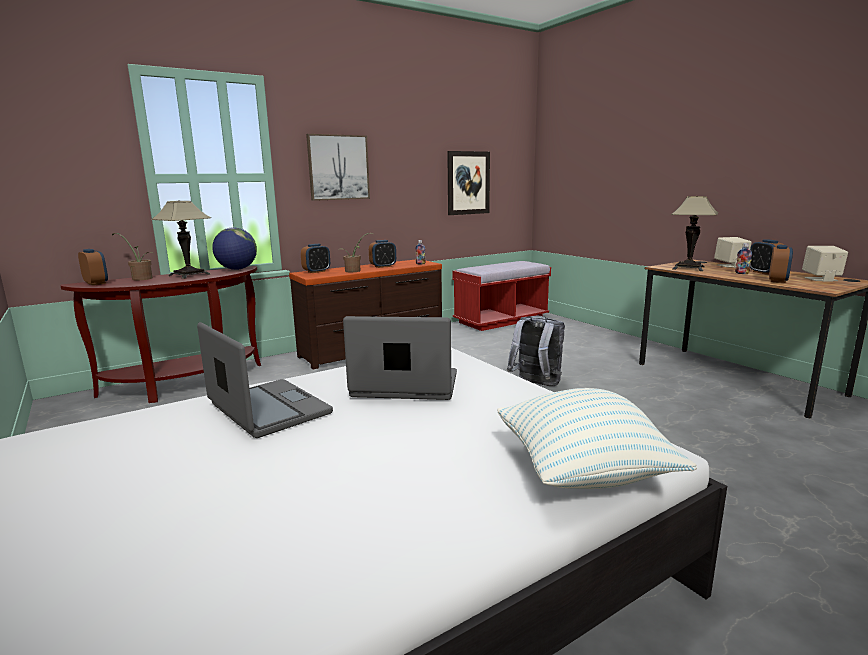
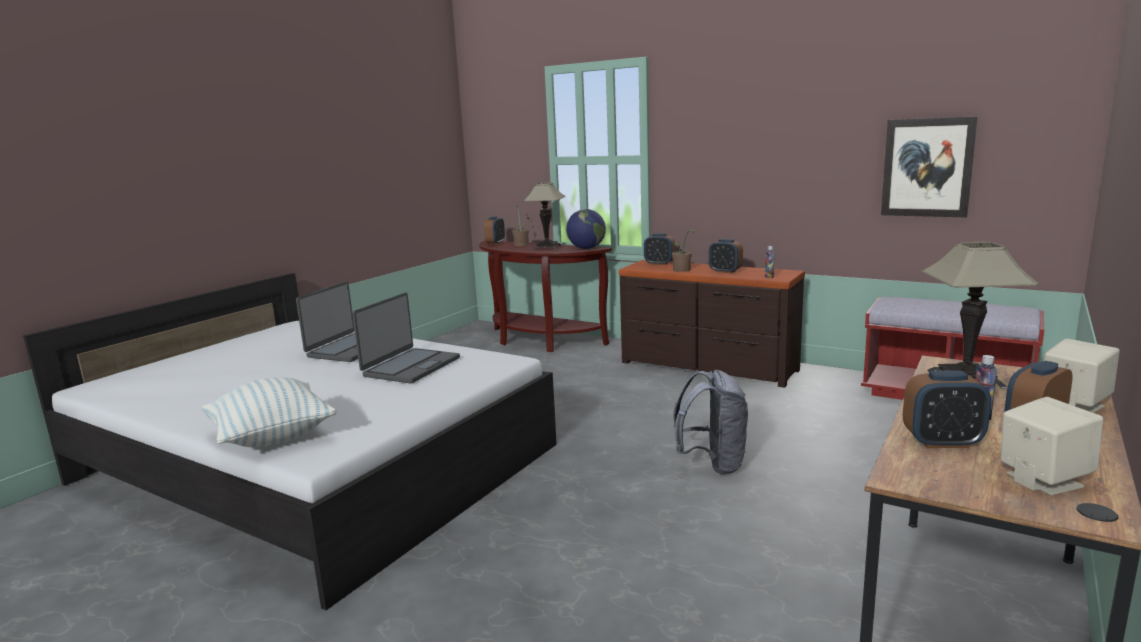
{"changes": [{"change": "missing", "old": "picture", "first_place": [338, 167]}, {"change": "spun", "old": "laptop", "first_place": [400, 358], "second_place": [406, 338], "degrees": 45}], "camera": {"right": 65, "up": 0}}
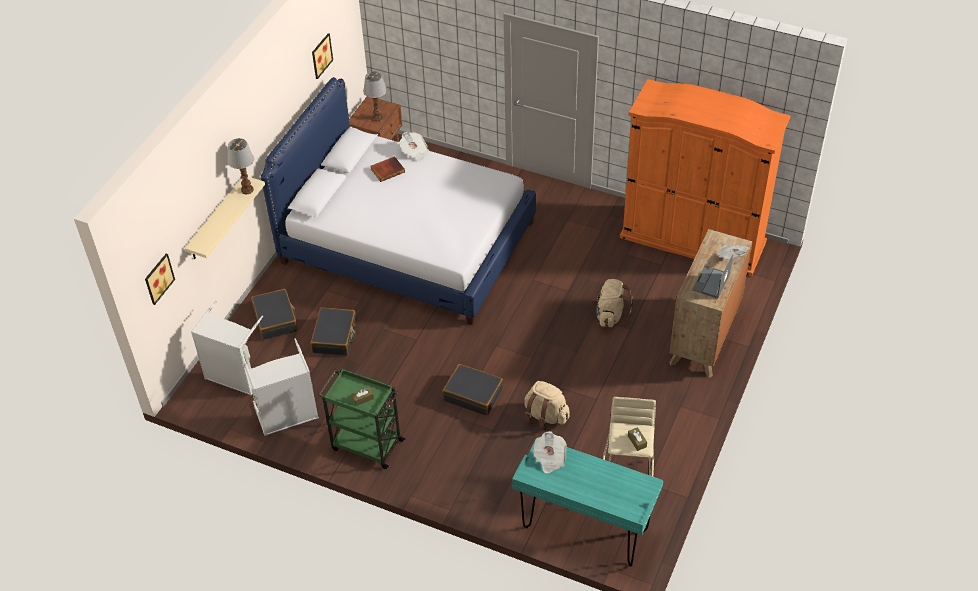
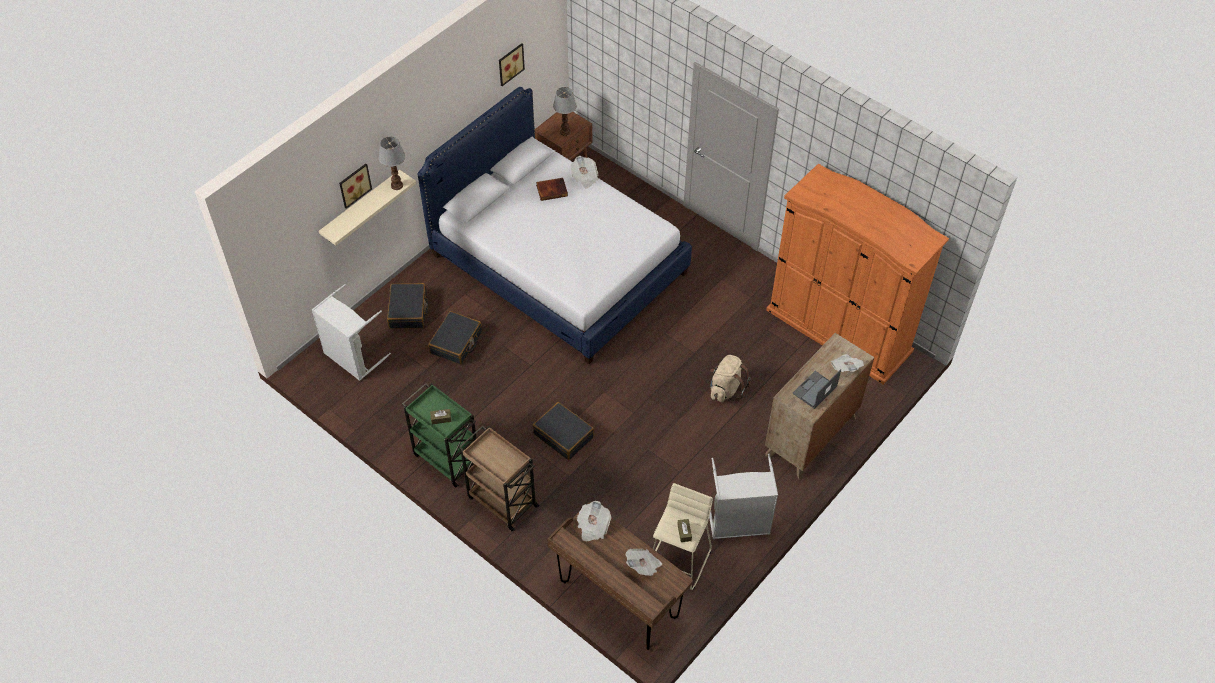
{"changes": [{"change": "relocated", "old": "picture", "first_place": [160, 279], "second_place": [355, 186]}, {"change": "relocated", "old": "washing basket/gray", "first_place": [280, 387], "second_place": [743, 496]}, {"change": "missing", "old": "backpack/sand-coloured", "first_place": [547, 405]}, {"change": "colour", "old": "desk table/turquoise", "new": "desk table/brown", "first_place": [587, 501], "second_place": [620, 576]}, {"change": "appeared", "new": "trolley/brown", "second_place": [499, 478]}, {"change": "appeared", "new": "printed paper", "second_place": [644, 562]}], "camera": {"right": 15, "up": 5}}
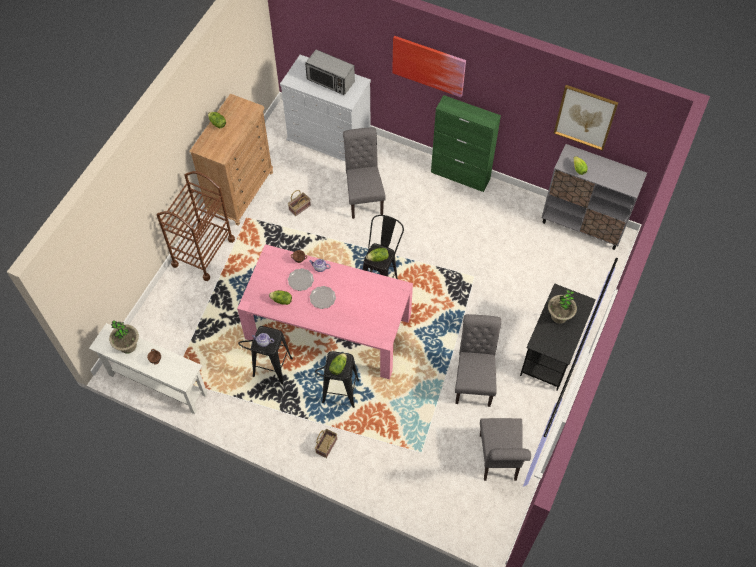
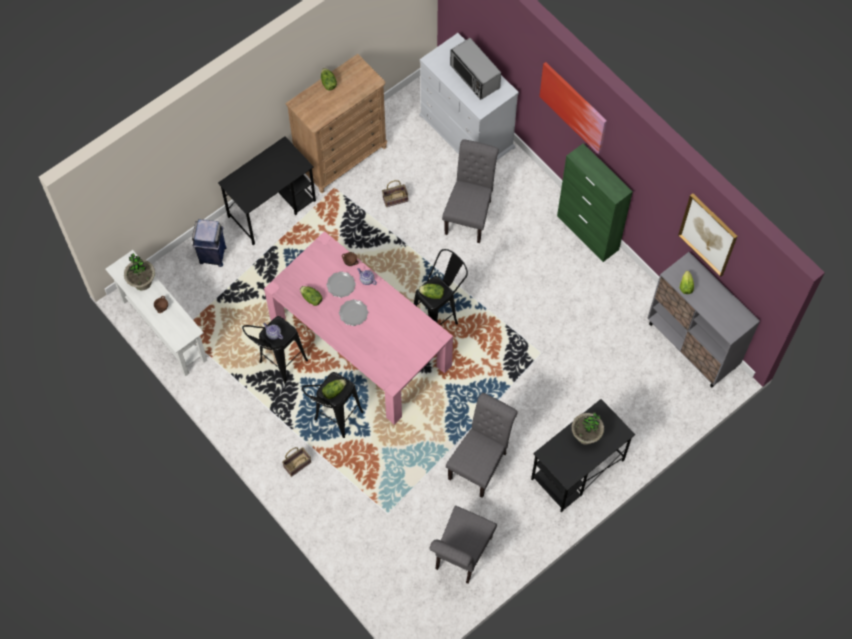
{"changes": [{"change": "exchanged", "old": "trolley/brown", "new": "desk table/black-coloured", "first_place": [196, 226], "second_place": [267, 190]}, {"change": "appeared", "new": "trash can/blue-coloured", "second_place": [209, 243]}], "camera": {"right": 25, "up": 5}}
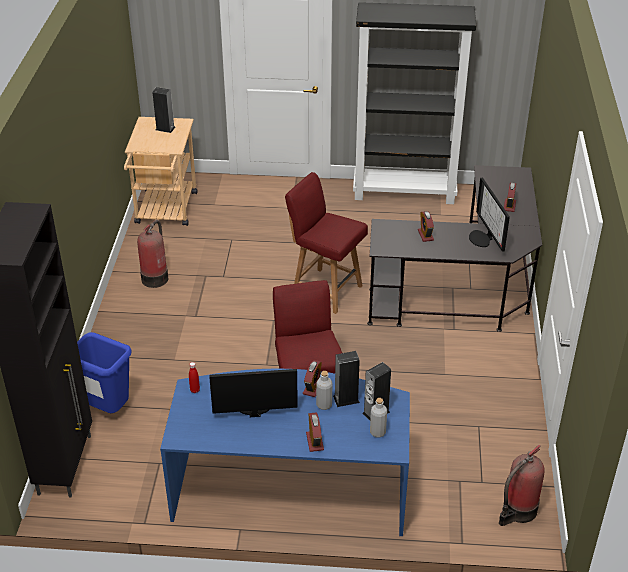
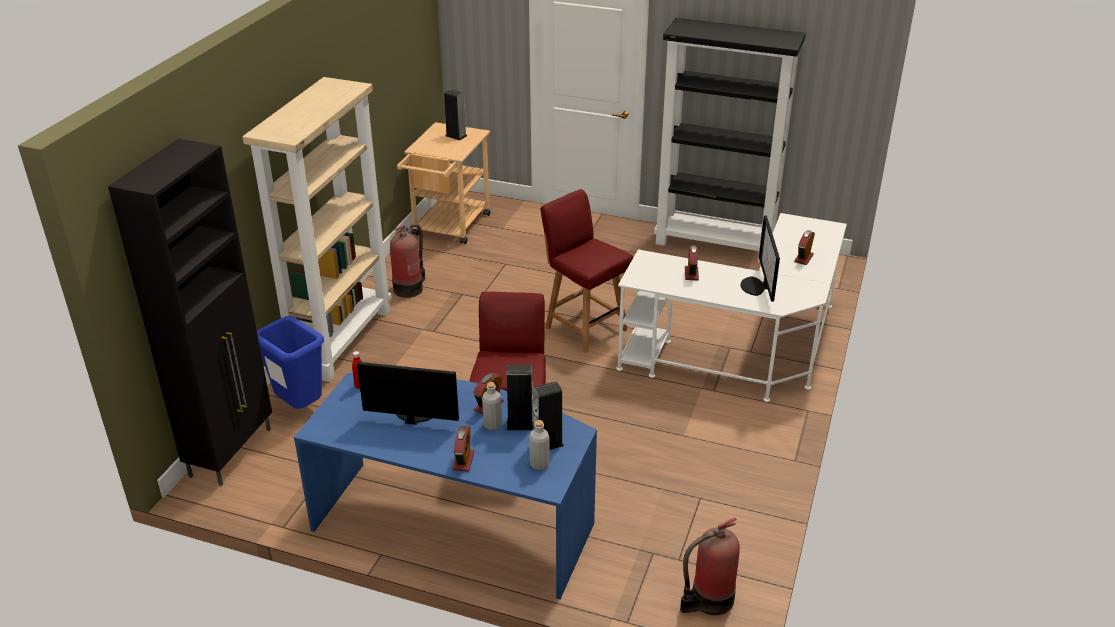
{"changes": [{"change": "colour", "old": "desk table/black-coloured", "new": "desk table/white-coloured", "first_place": [454, 248], "second_place": [731, 307]}, {"change": "appeared", "new": "bookcase/sand-coloured", "second_place": [317, 229]}], "camera": {"right": 15, "up": -5}}
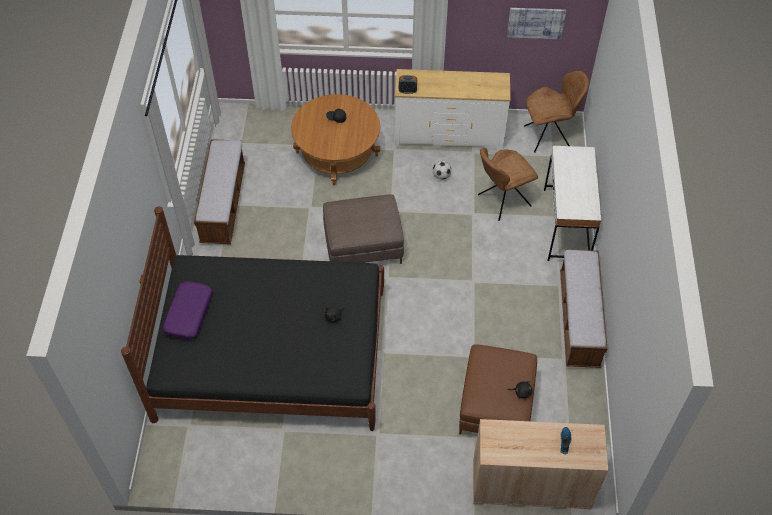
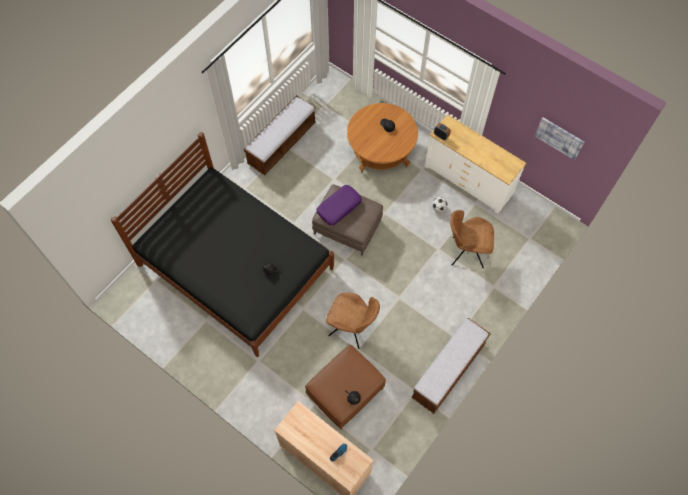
{"changes": [{"change": "relocated", "old": "upright chair/brown", "first_place": [556, 112], "second_place": [353, 321]}, {"change": "missing", "old": "desk table/white-coloured", "first_place": [572, 203]}, {"change": "relocated", "old": "throw pillow/purplish", "first_place": [188, 310], "second_place": [339, 205]}], "camera": {"right": 35, "up": 10}}
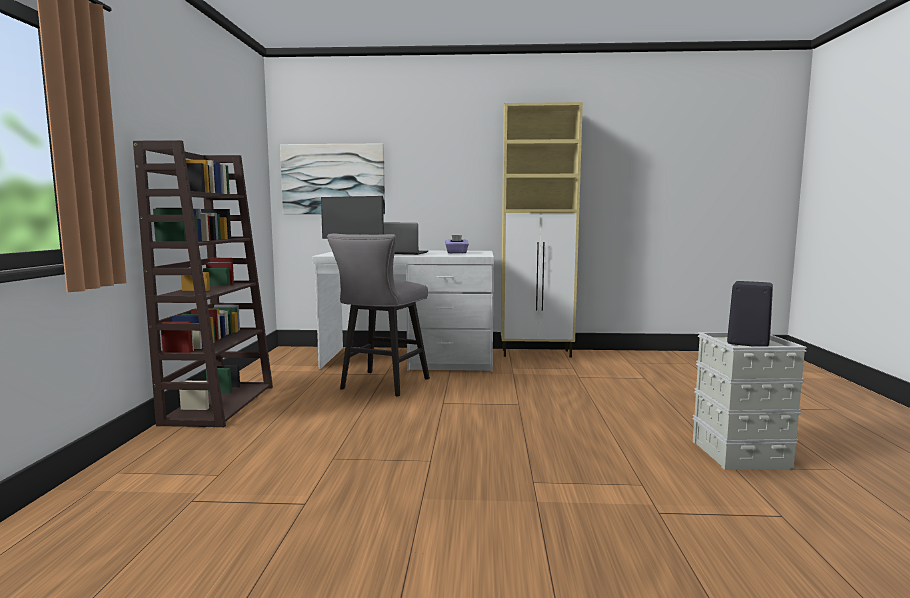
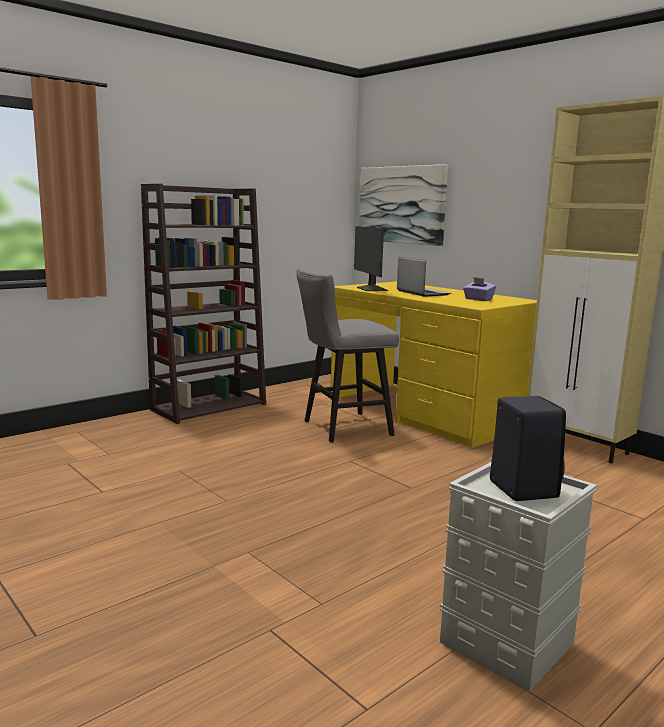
{"changes": [{"change": "colour", "old": "desk table/white-coloured", "new": "desk table/yellow-coloured", "first_place": [403, 311], "second_place": [434, 365]}], "camera": {"right": 45, "up": 5}}
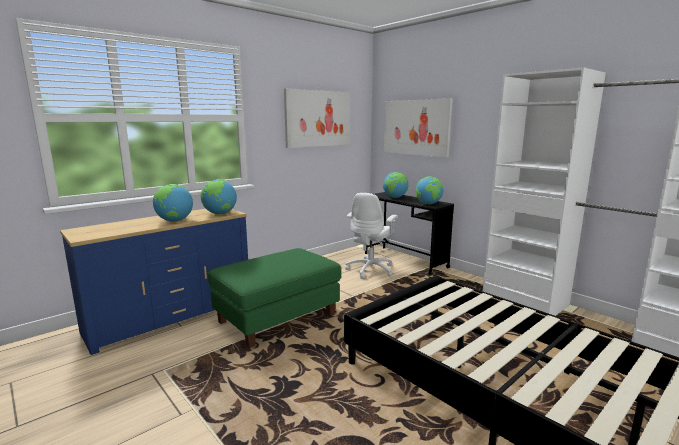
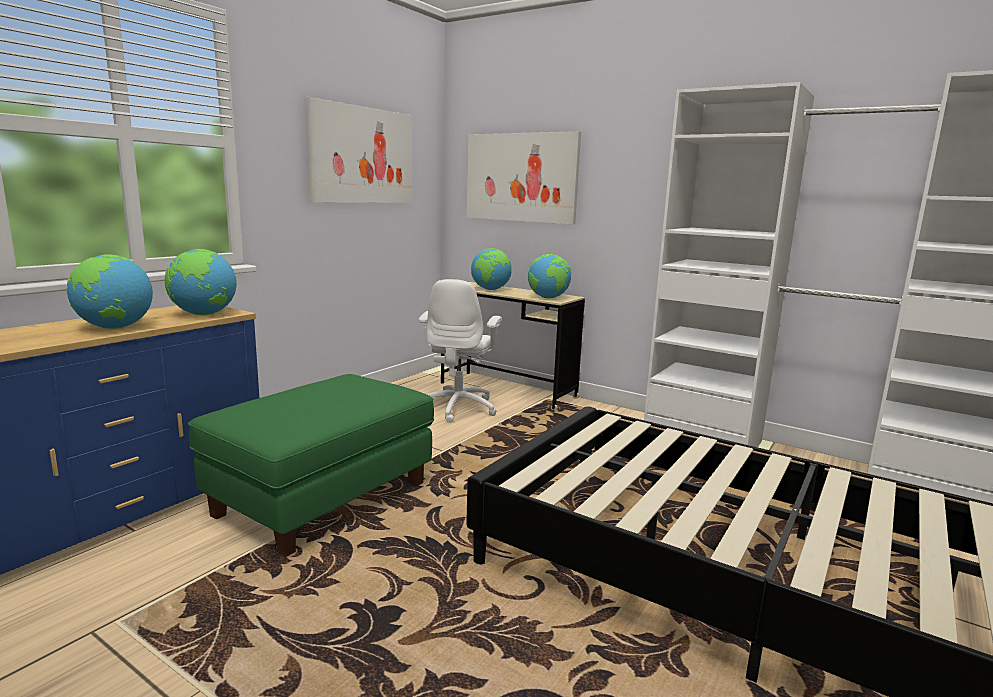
{"changes": [{"change": "colour", "old": "desk table/black-coloured", "new": "desk table/sand-coloured", "first_place": [409, 233], "second_place": [513, 346]}], "camera": {"right": -15, "up": 0}}
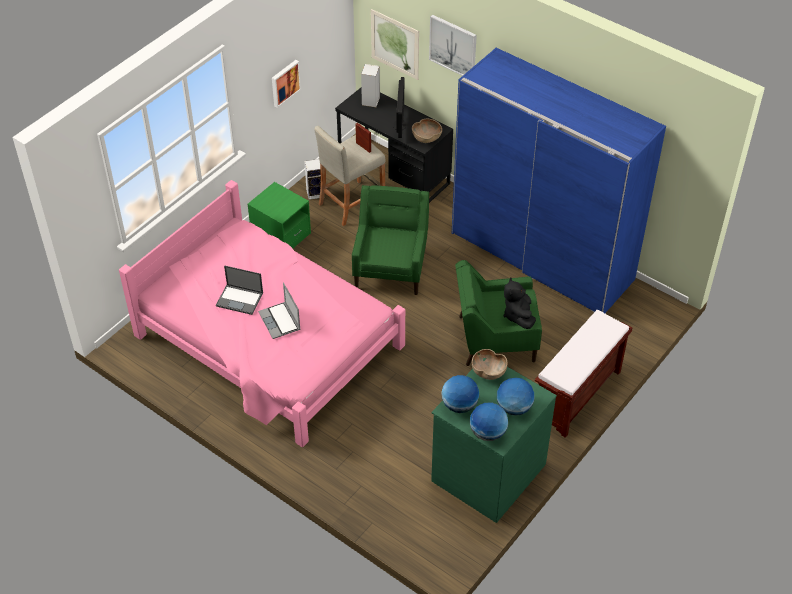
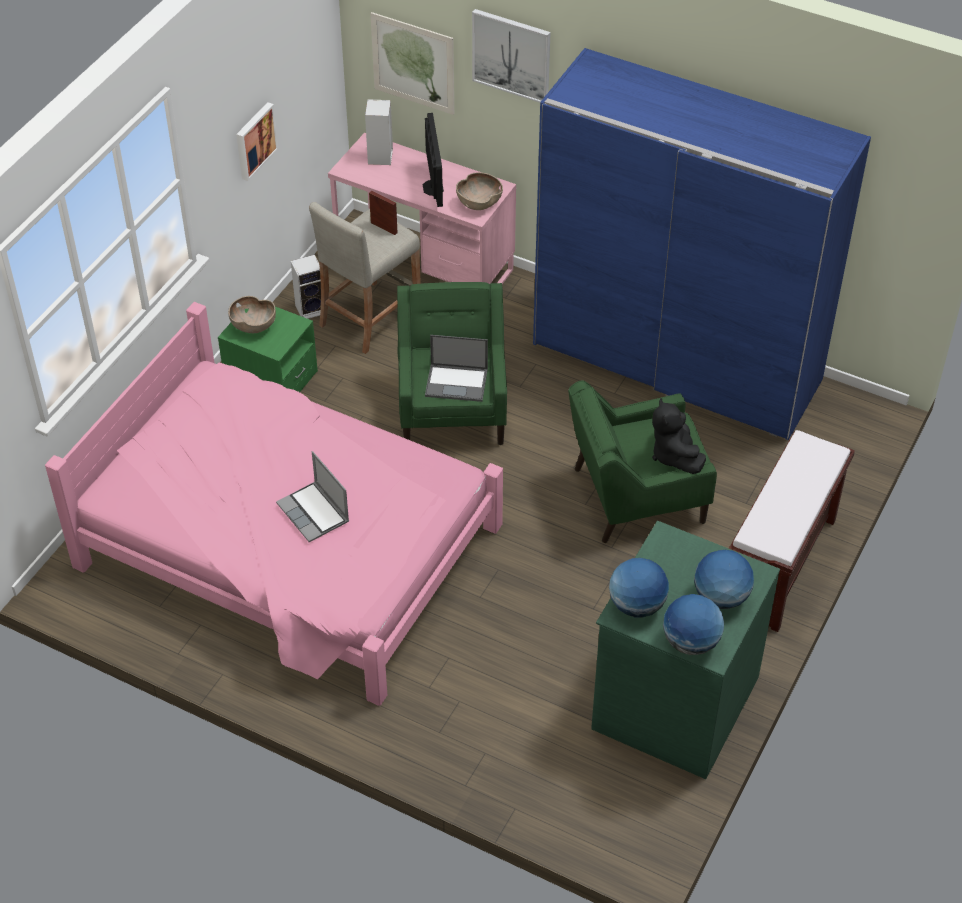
{"changes": [{"change": "colour", "old": "desk table/black-coloured", "new": "desk table/pink", "first_place": [394, 145], "second_place": [422, 208]}, {"change": "relocated", "old": "laptop", "first_place": [239, 290], "second_place": [456, 368]}, {"change": "relocated", "old": "serving bowl/brown", "first_place": [490, 364], "second_place": [252, 314]}], "camera": {"right": -10, "up": 0}}
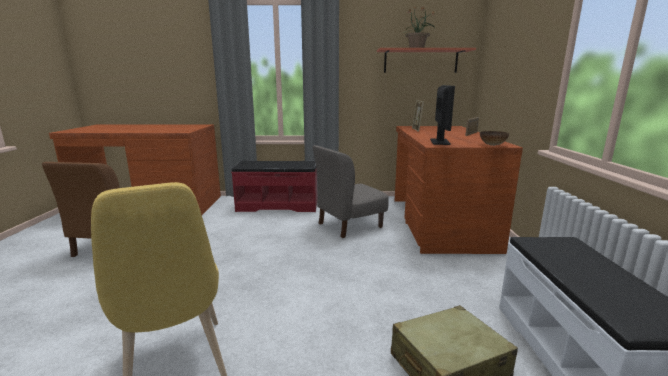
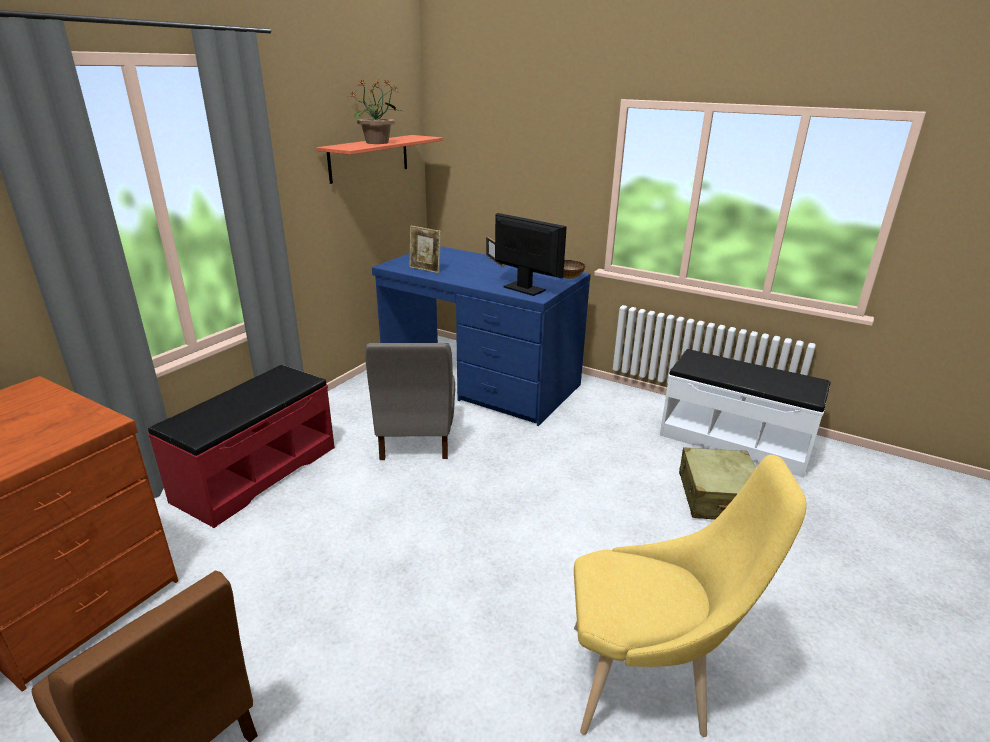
{"changes": [{"change": "colour", "old": "desk table/brown", "new": "desk table/blue-coloured", "first_place": [459, 190], "second_place": [481, 336]}], "camera": {"right": -60, "up": 10}}
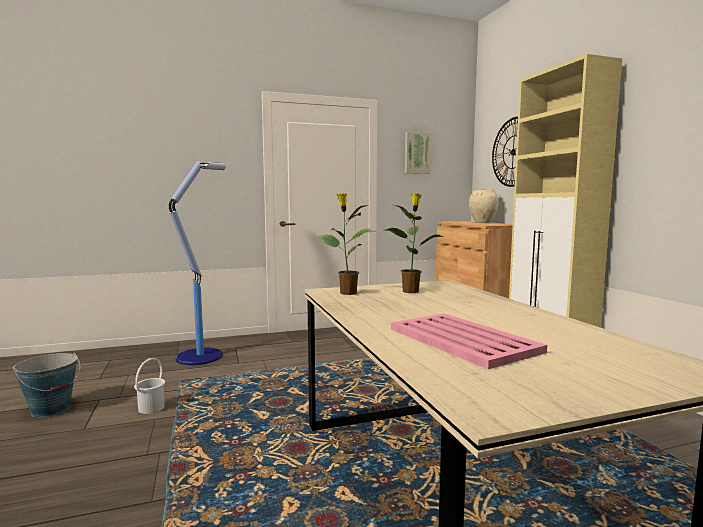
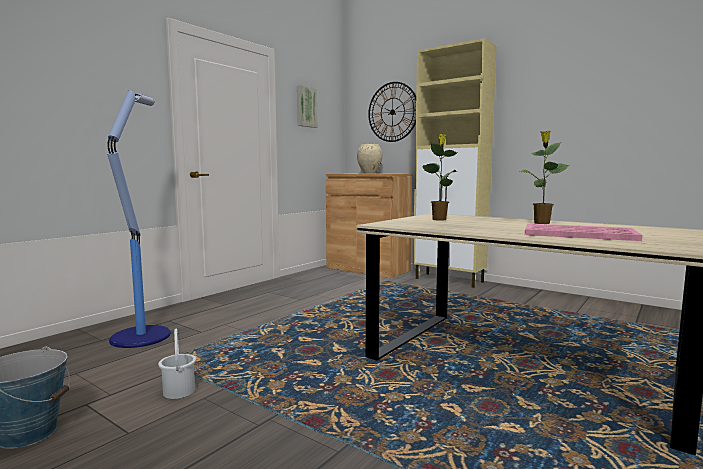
{"changes": [{"change": "relocated", "old": "potted plant", "first_place": [346, 244], "second_place": [544, 177]}], "camera": {"right": -35, "up": 0}}
